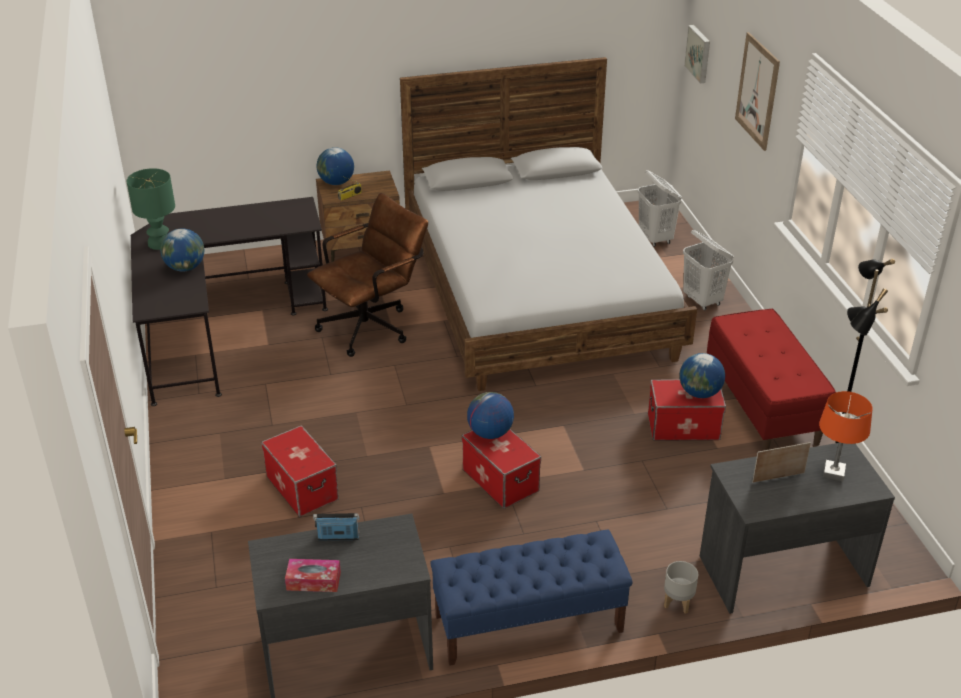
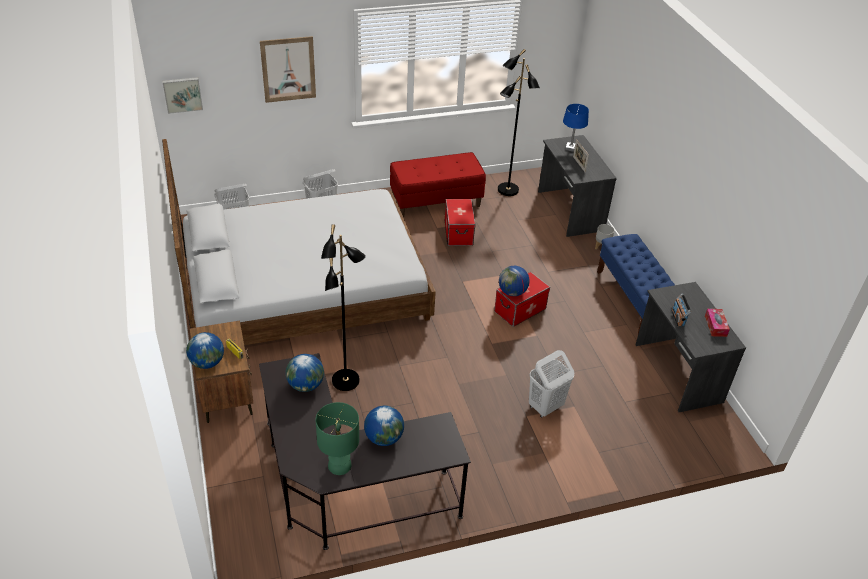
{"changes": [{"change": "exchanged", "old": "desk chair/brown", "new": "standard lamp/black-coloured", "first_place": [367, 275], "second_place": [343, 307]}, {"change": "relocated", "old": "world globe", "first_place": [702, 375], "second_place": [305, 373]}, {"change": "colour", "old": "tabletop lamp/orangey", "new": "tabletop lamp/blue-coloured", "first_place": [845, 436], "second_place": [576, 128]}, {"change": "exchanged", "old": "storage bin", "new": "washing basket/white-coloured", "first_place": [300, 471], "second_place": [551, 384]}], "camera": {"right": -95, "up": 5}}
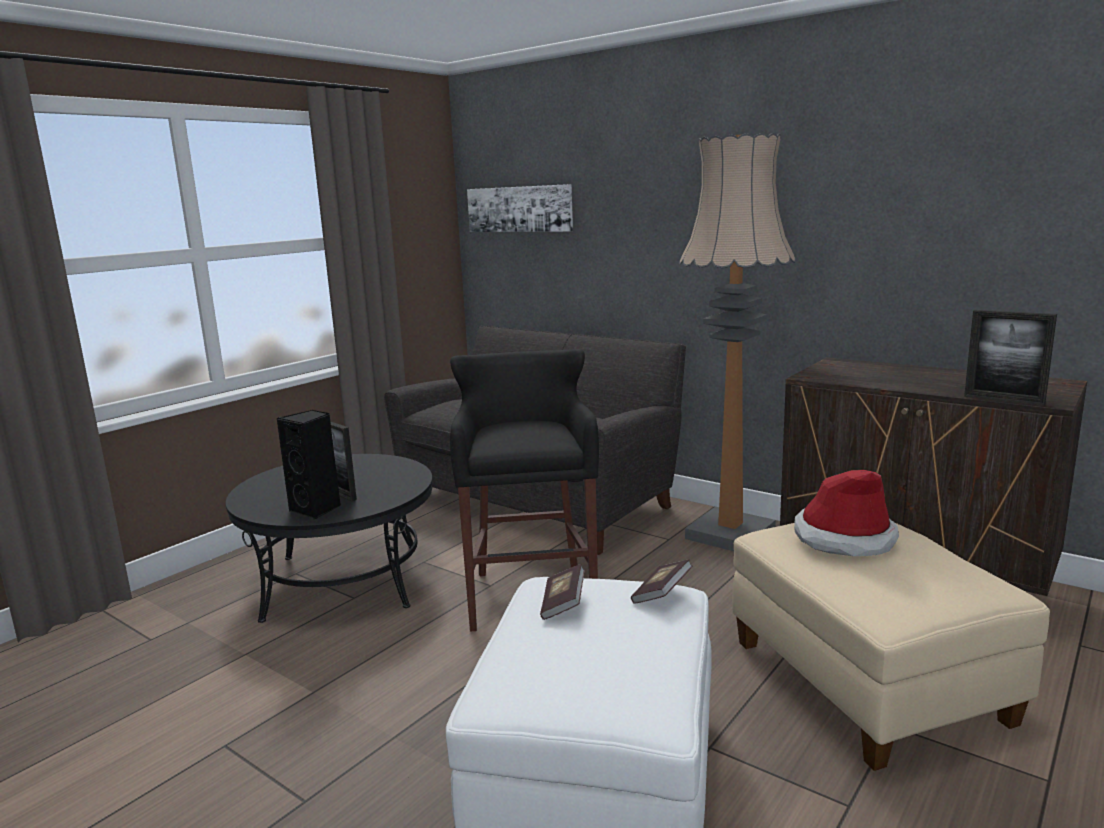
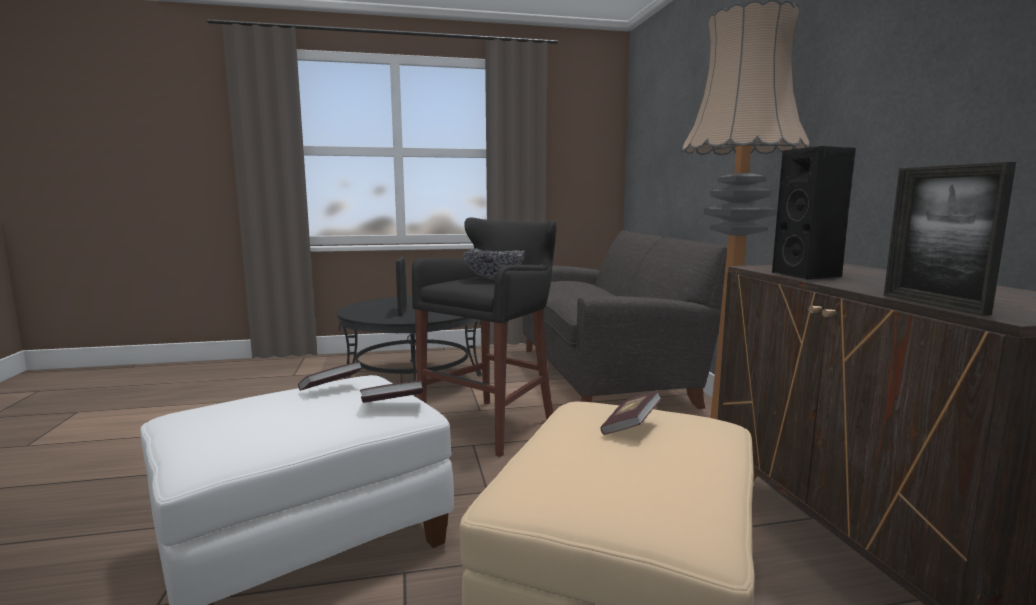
{"changes": [{"change": "missing", "old": "picture", "first_place": [520, 208]}, {"change": "relocated", "old": "loudspeaker/black-coloured", "first_place": [309, 464], "second_place": [814, 213]}, {"change": "exchanged", "old": "wearable hat", "new": "bound book", "first_place": [846, 513], "second_place": [630, 413]}, {"change": "appeared", "new": "serving bowl", "second_place": [494, 263]}], "camera": {"right": 40, "up": -5}}
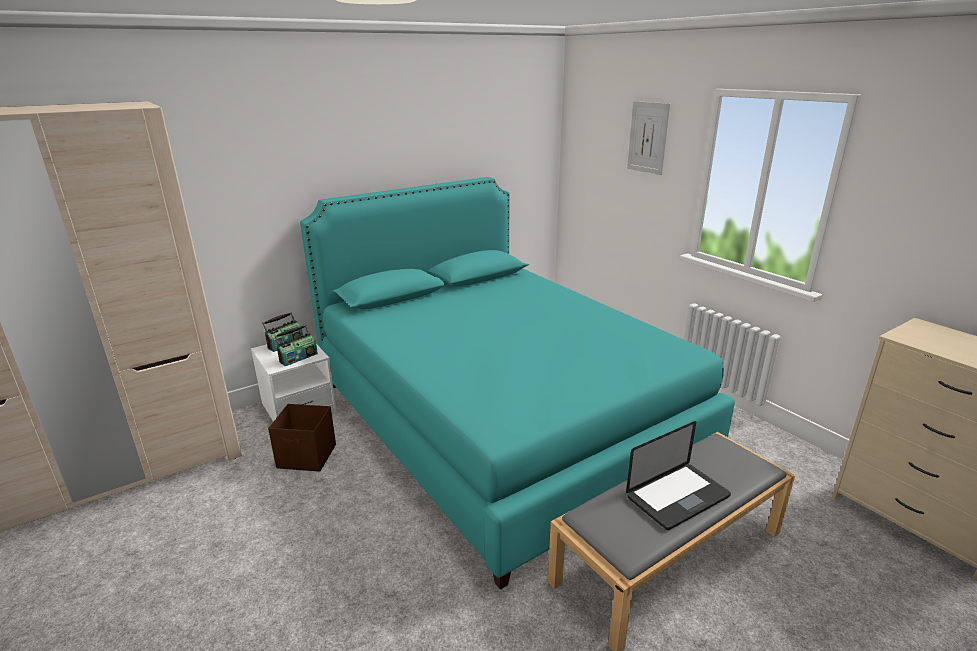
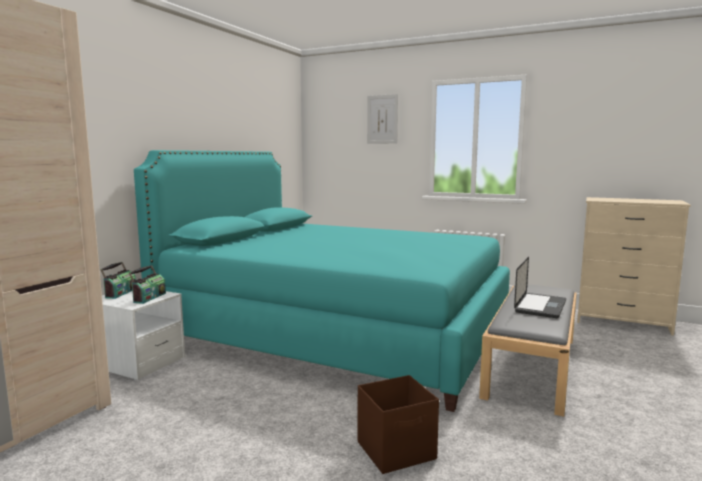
{"changes": [{"change": "relocated", "old": "storage bin/brown", "first_place": [302, 438], "second_place": [398, 424]}], "camera": {"right": -30, "up": -15}}
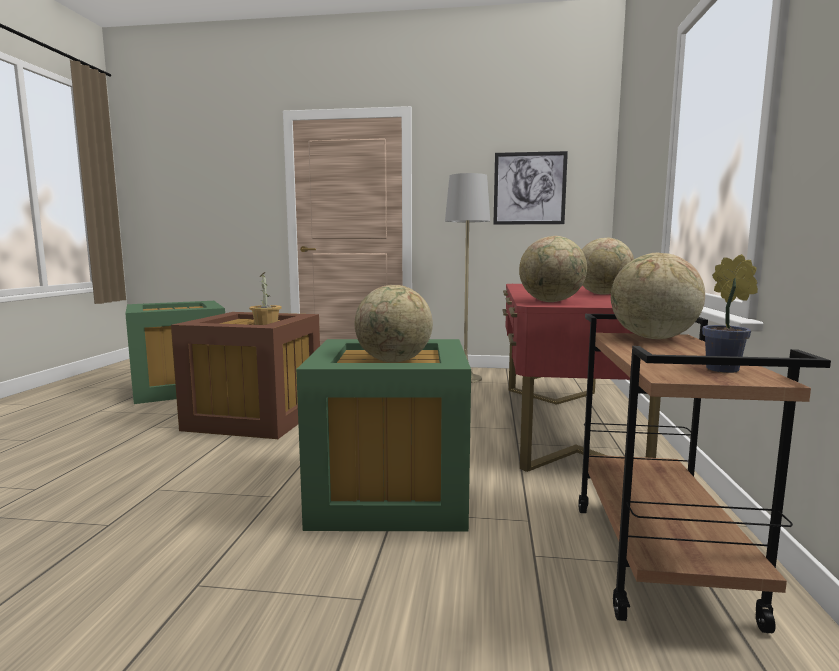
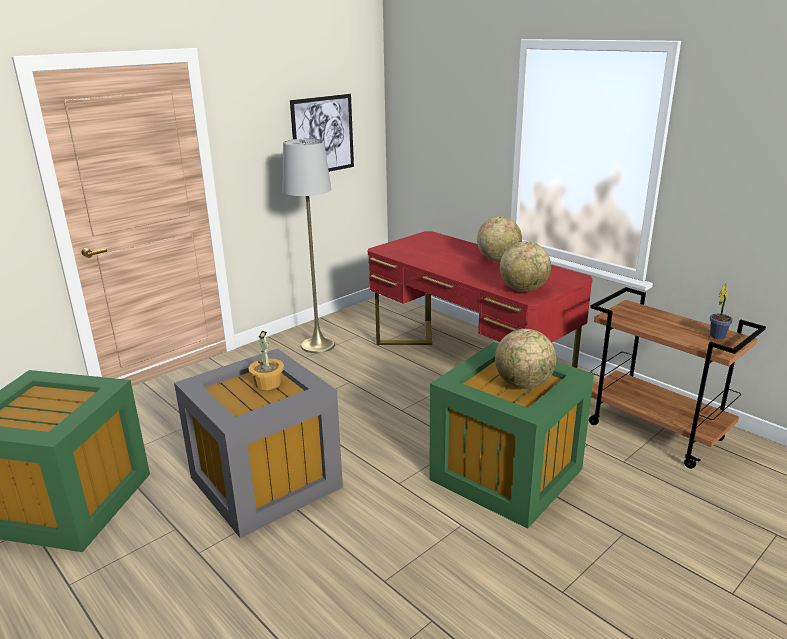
{"changes": [{"change": "missing", "old": "world globe", "first_place": [658, 296]}, {"change": "colour", "old": "storage bin/brown", "new": "storage bin/gray", "first_place": [245, 375], "second_place": [258, 443]}], "camera": {"right": -50, "up": 15}}
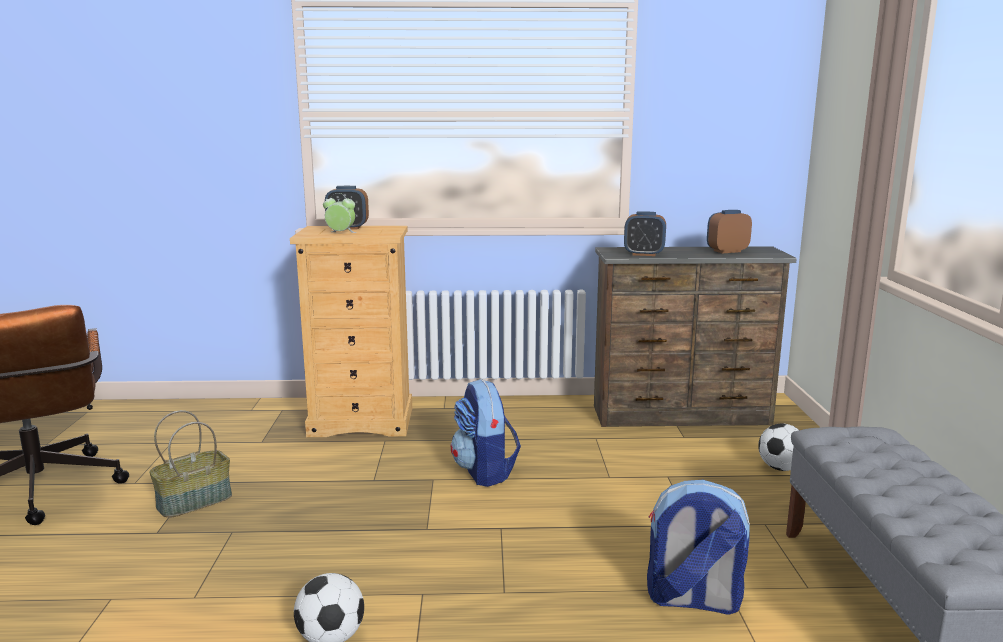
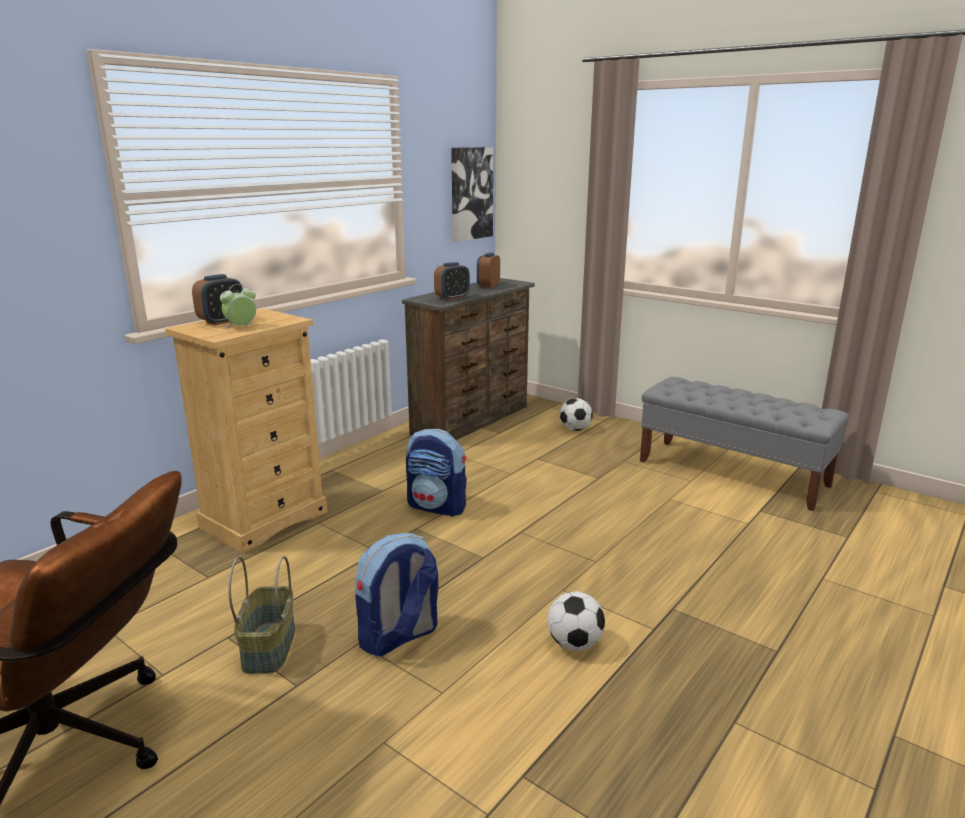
{"changes": [{"change": "relocated", "old": "backpack", "first_place": [698, 547], "second_place": [396, 594]}, {"change": "appeared", "new": "picture", "second_place": [472, 194]}], "camera": {"right": -50, "up": 5}}
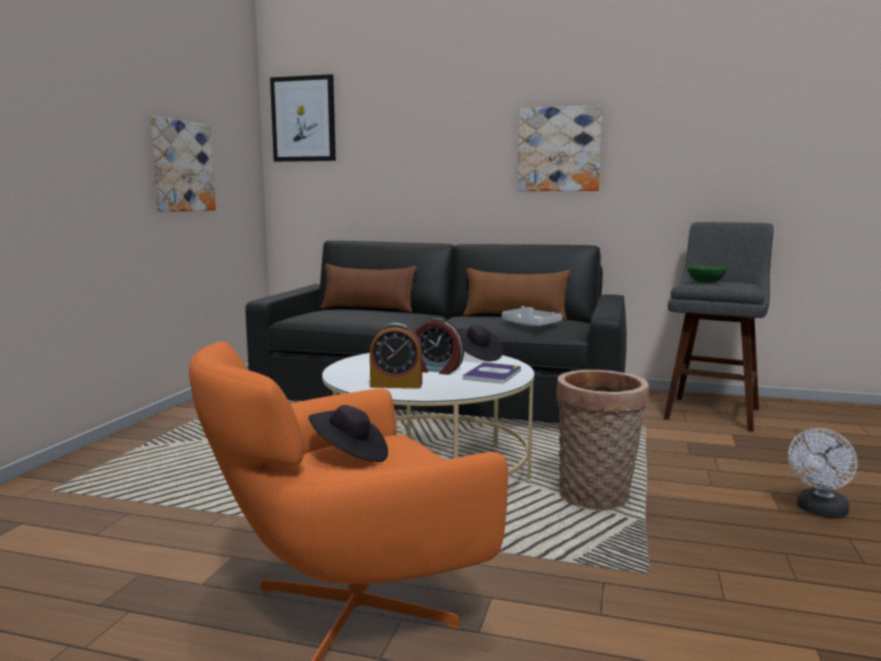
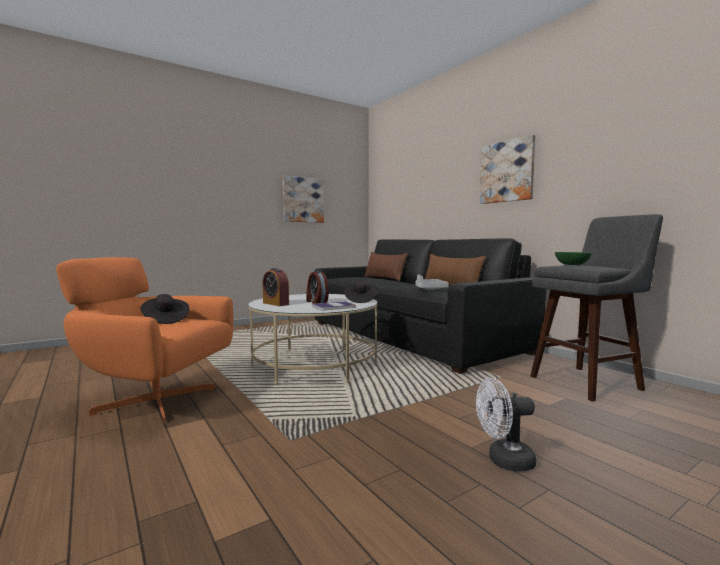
{"changes": [{"change": "missing", "old": "picture", "first_place": [303, 118]}, {"change": "missing", "old": "basket", "first_place": [602, 440]}], "camera": {"right": 40, "up": -5}}
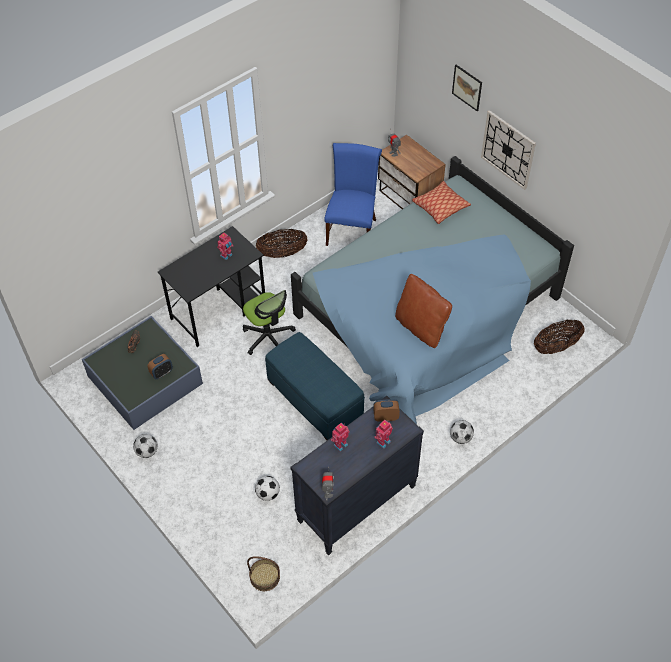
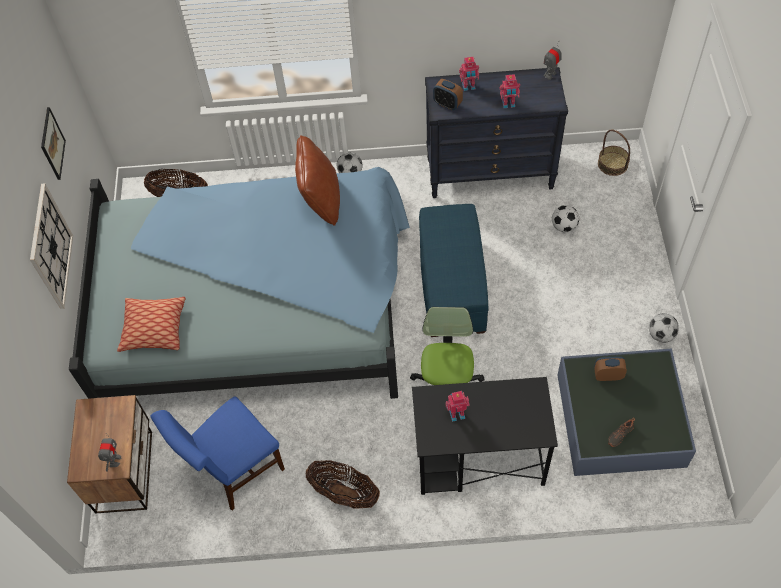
{"changes": [{"change": "relocated", "old": "picture", "first_place": [467, 88], "second_place": [53, 143]}], "camera": {"right": -140, "up": 5}}
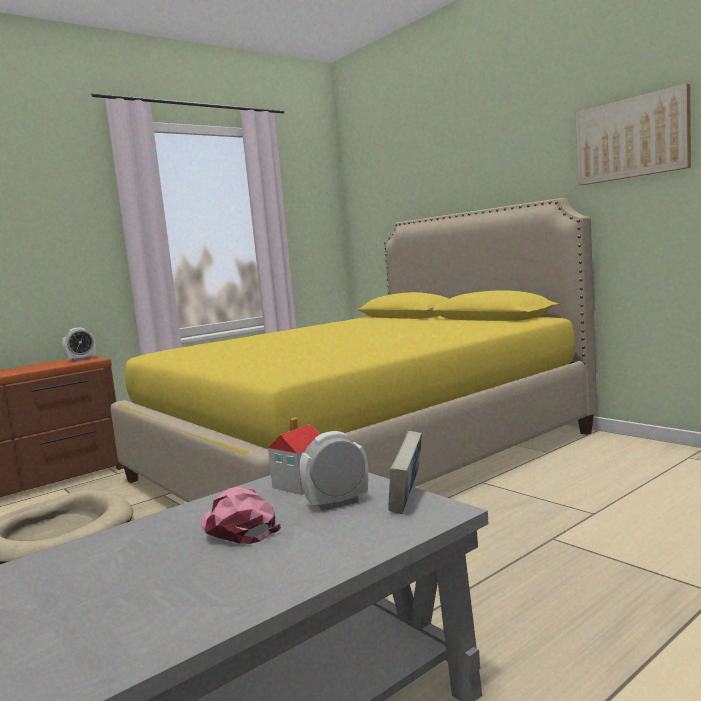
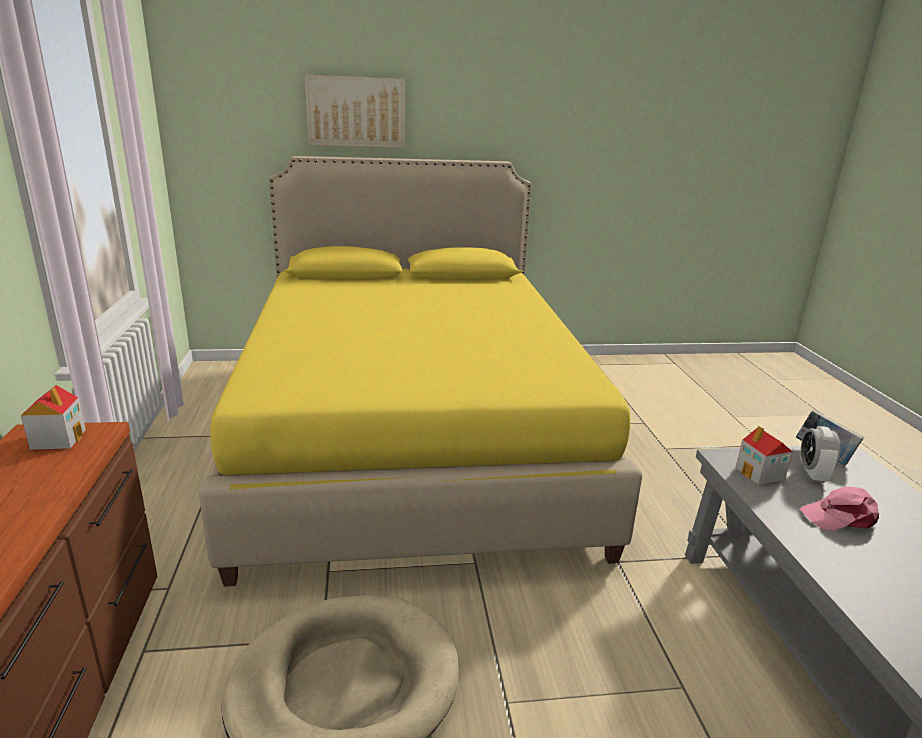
{"changes": [{"change": "relocated", "old": "picture", "first_place": [633, 134], "second_place": [354, 111]}, {"change": "exchanged", "old": "alarm clock", "new": "miniature house", "first_place": [79, 344], "second_place": [53, 417]}], "camera": {"right": -60, "up": 15}}
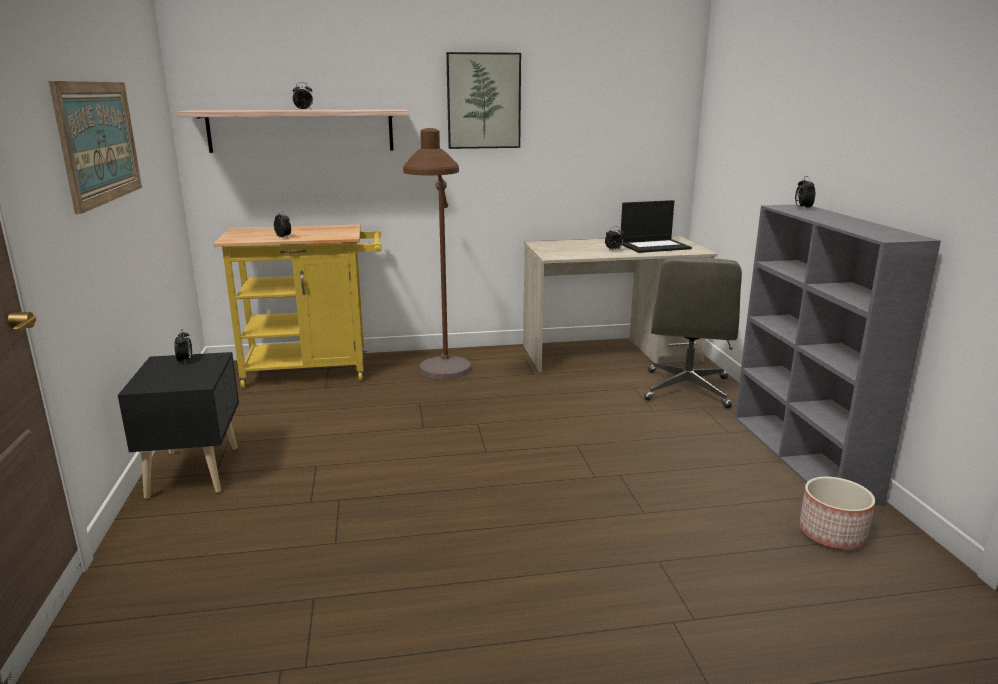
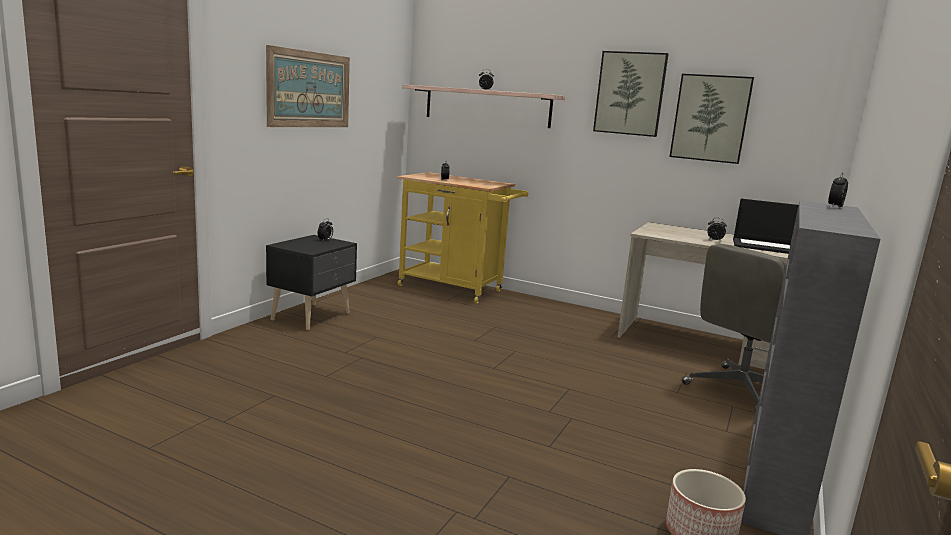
{"changes": [{"change": "missing", "old": "standard lamp/brown", "first_place": [437, 253]}, {"change": "appeared", "new": "picture", "second_place": [711, 119]}], "camera": {"right": 35, "up": -5}}
